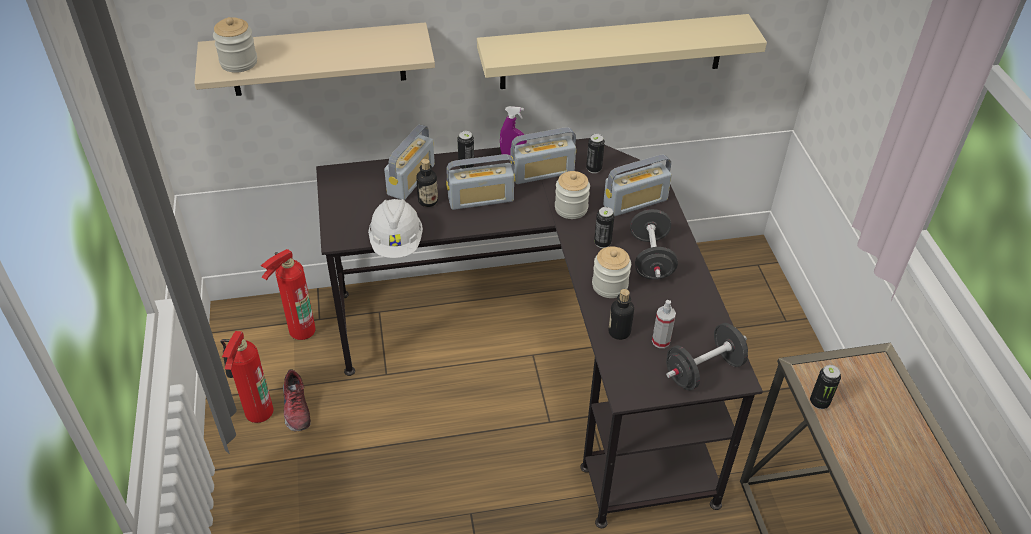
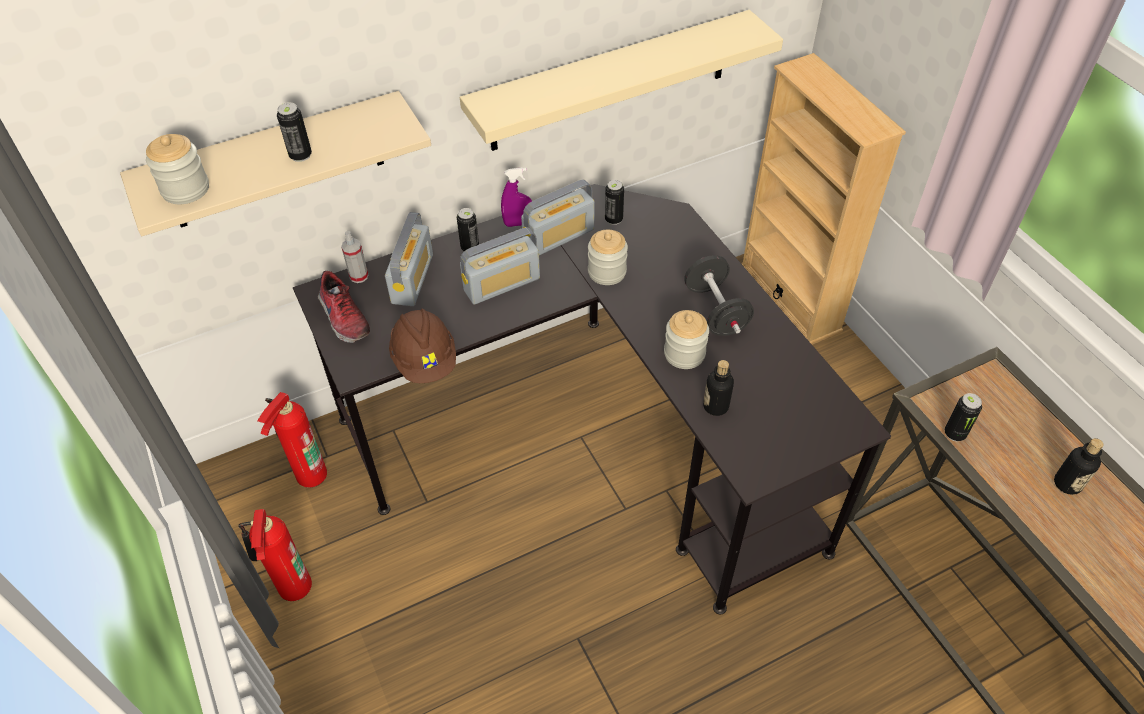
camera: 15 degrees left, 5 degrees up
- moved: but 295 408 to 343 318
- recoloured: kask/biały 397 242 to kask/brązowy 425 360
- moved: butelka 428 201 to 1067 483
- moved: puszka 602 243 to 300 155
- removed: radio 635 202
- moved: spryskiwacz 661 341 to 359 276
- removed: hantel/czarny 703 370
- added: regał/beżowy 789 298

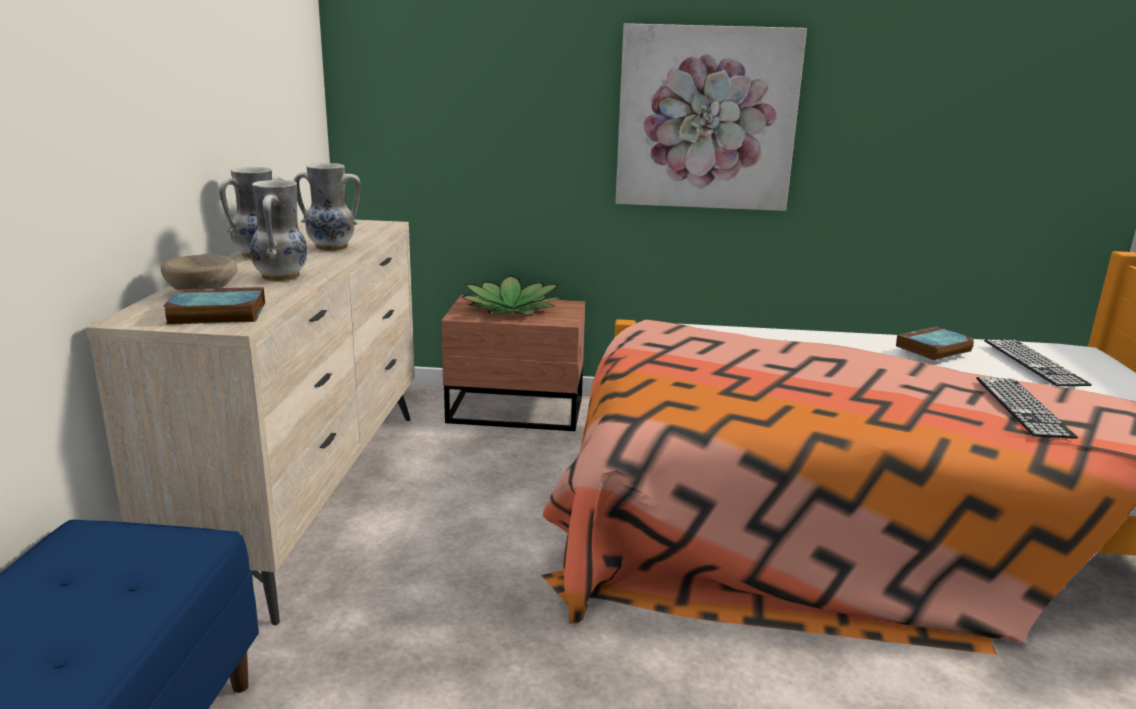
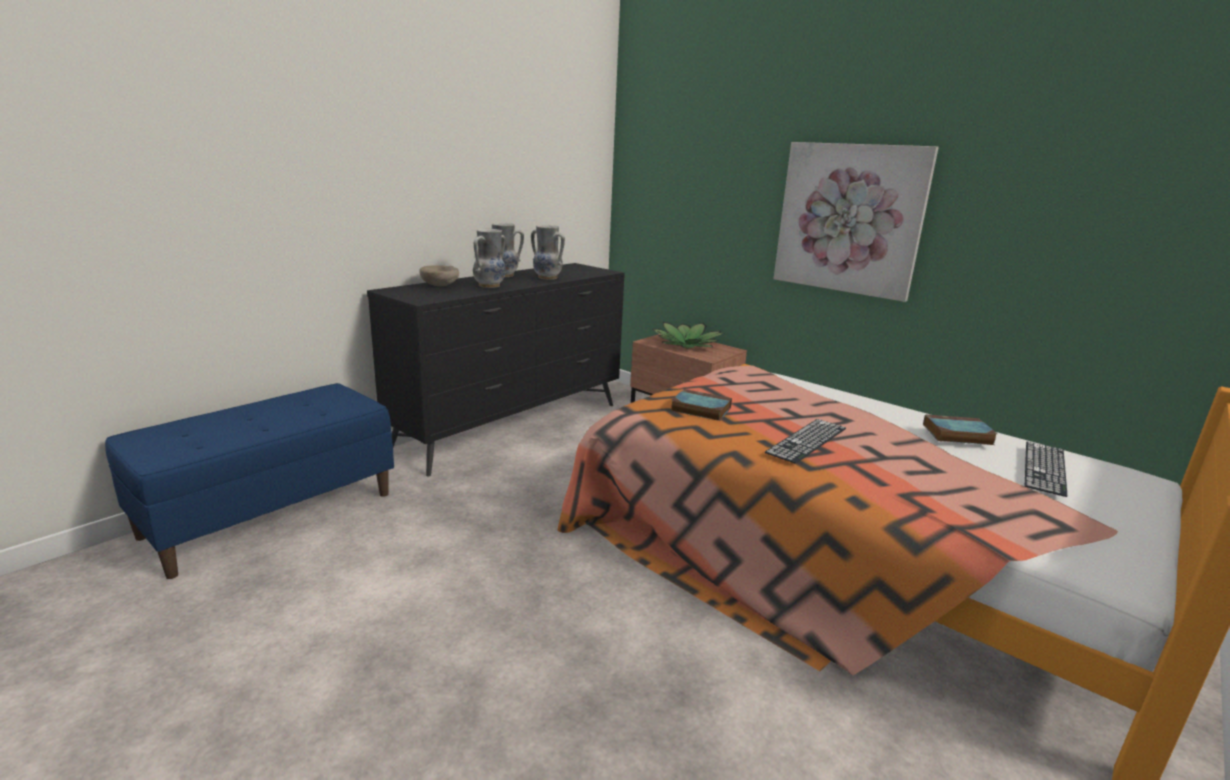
camera: 35 degrees right, 0 degrees up
- recoloured: komoda/beżowy 310 495 to komoda/czarny 513 426
- moved: książka 214 314 to 699 409
- moved: klawiatura 1022 406 to 807 440

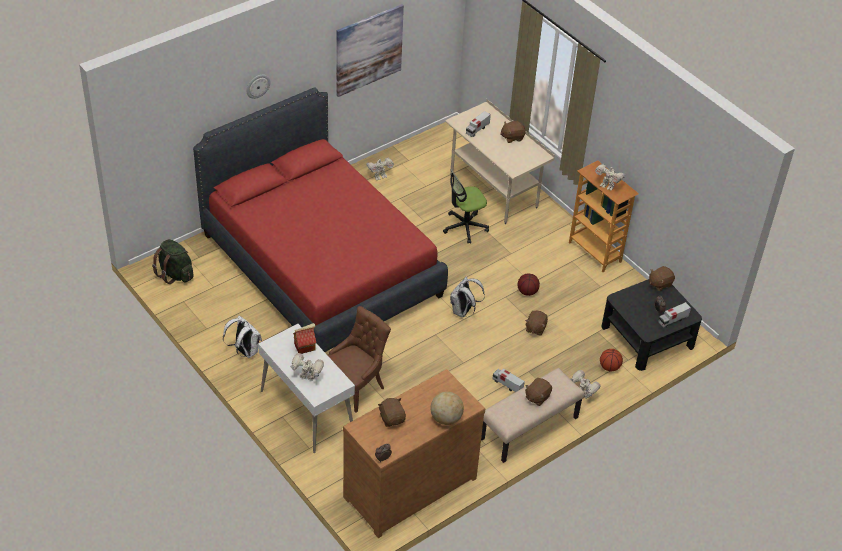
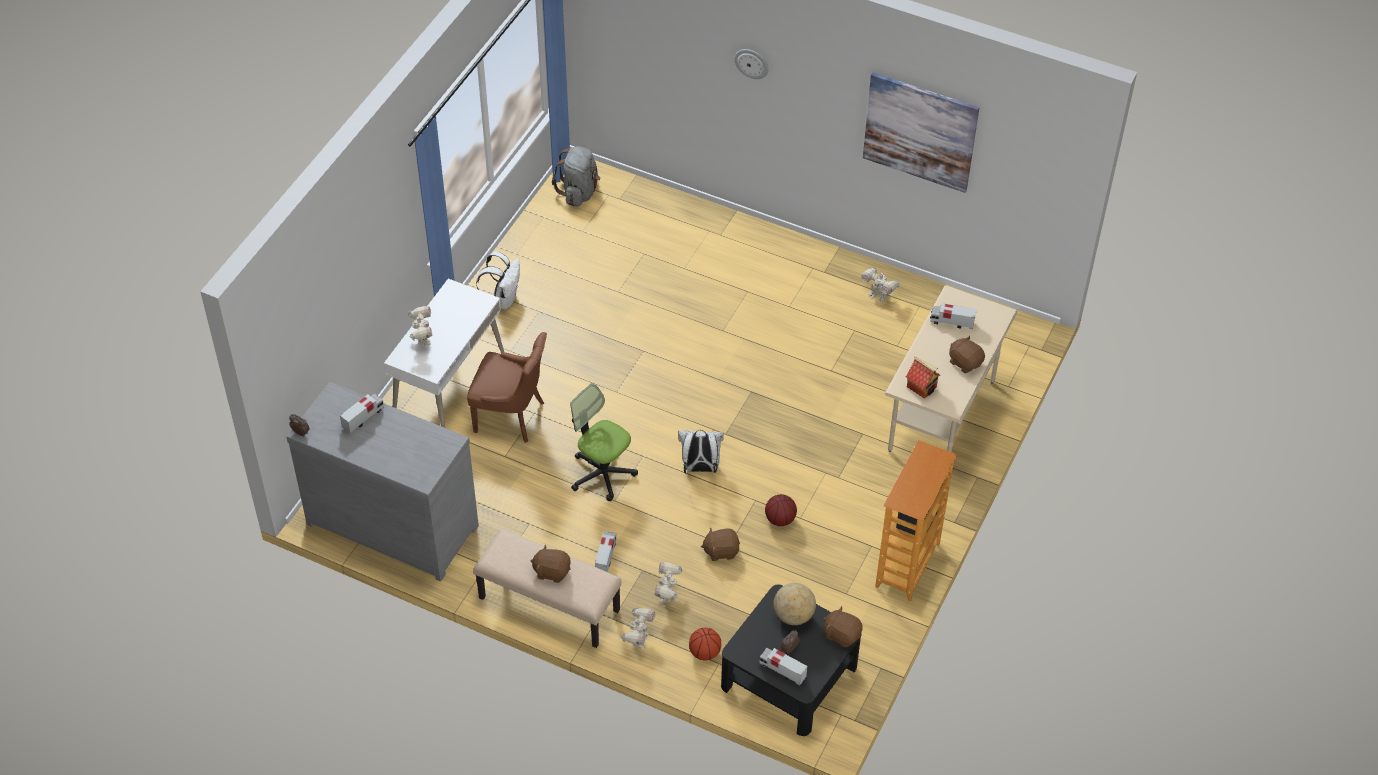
camera: 65 degrees right, 5 degrees up
- recoloured: plecak/zielony 175 274 to plecak/szary 579 192
- removed: łóżko/czerwony 321 265
- moved: domek 305 346 to 922 387
- recoloured: komoda/brązowy 408 486 to komoda/szary 393 522
- replaced: pluszak/brązowy 392 418 to ciężarówka zabawkowa 363 418
- moved: globus 446 418 to 793 615
- moved: krzesło biurowe 464 227 to 602 473
- moved: robot zabawkowy 607 186 to 667 595

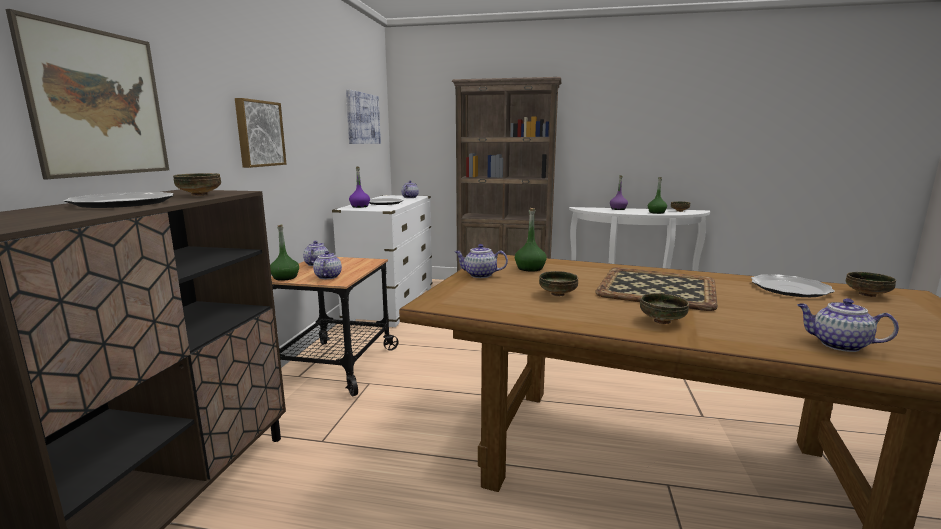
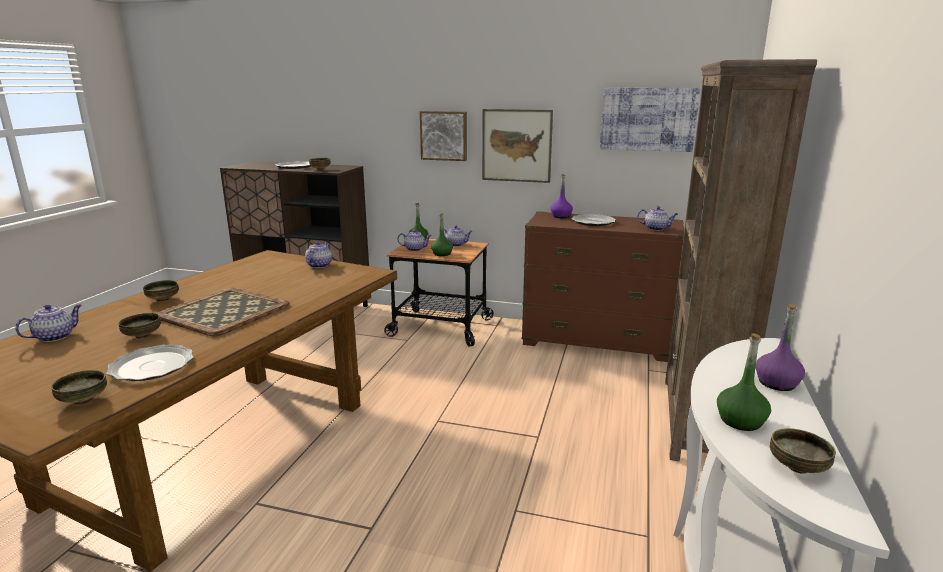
camera: 95 degrees right, 5 degrees up
- moved: obraz 99 103 to 516 145
- recoloured: komoda/biały 391 305 to komoda/brązowy 596 341
- moved: butelka/zielony 530 268 to 442 254
- moved: miska 558 294 to 142 336

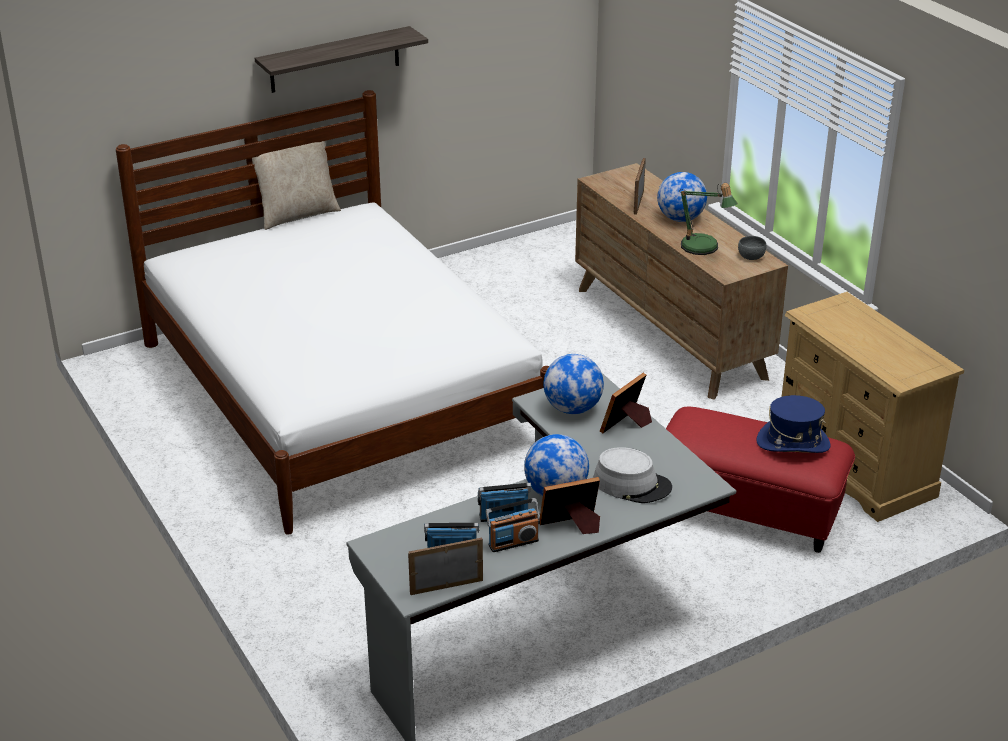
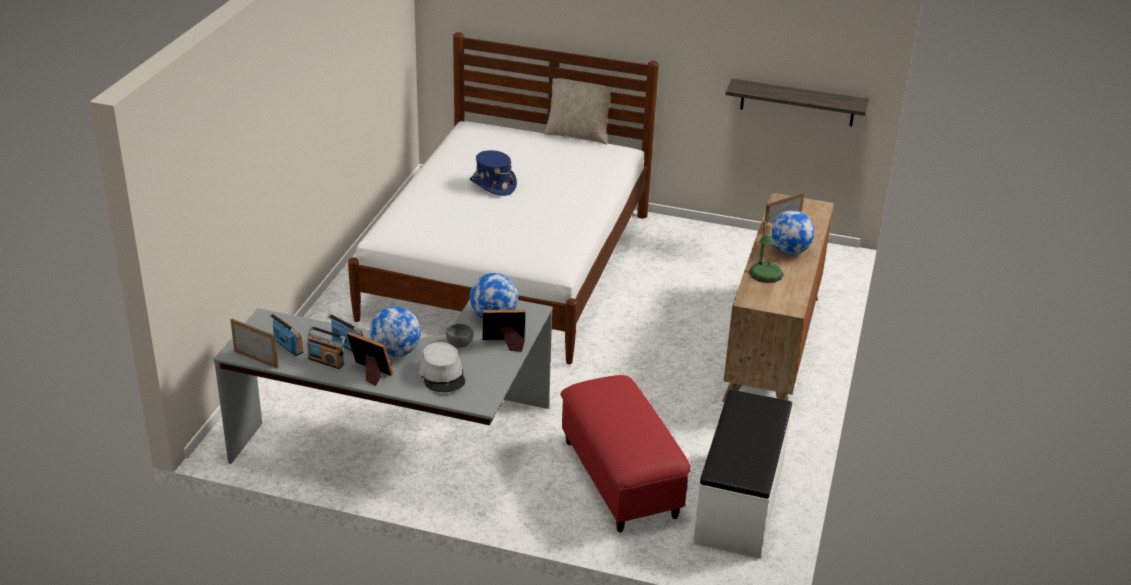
camera: 45 degrees right, 0 degrees up
- moved: półka 335 60 to 797 103
- moved: miska/szary 750 256 to 459 343
- moved: kapelusz/niebieski 793 443 to 492 185
- replaced: komoda/beżowy 853 466 to ławka/biały 741 502

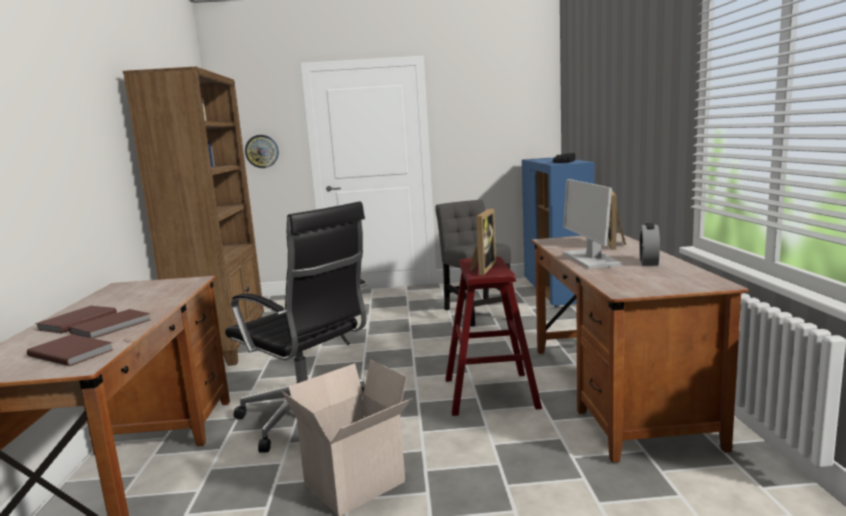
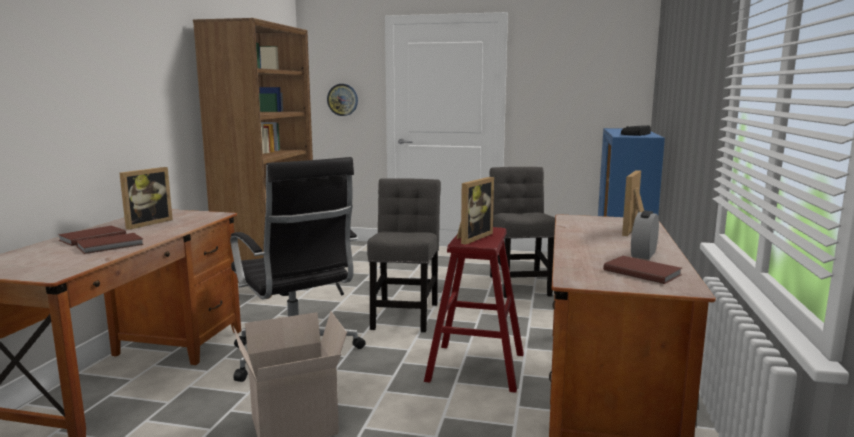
camera: 15 degrees right, 0 degrees up
- moved: książka/brązowy 72 352 to 641 272
- removed: monitor 590 259
- added: ramka na zdjęcie 146 223
- added: krzesło/szary 405 314

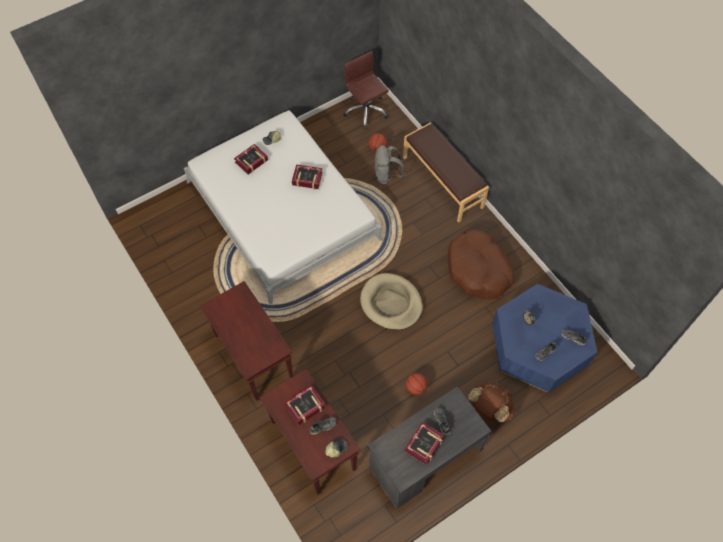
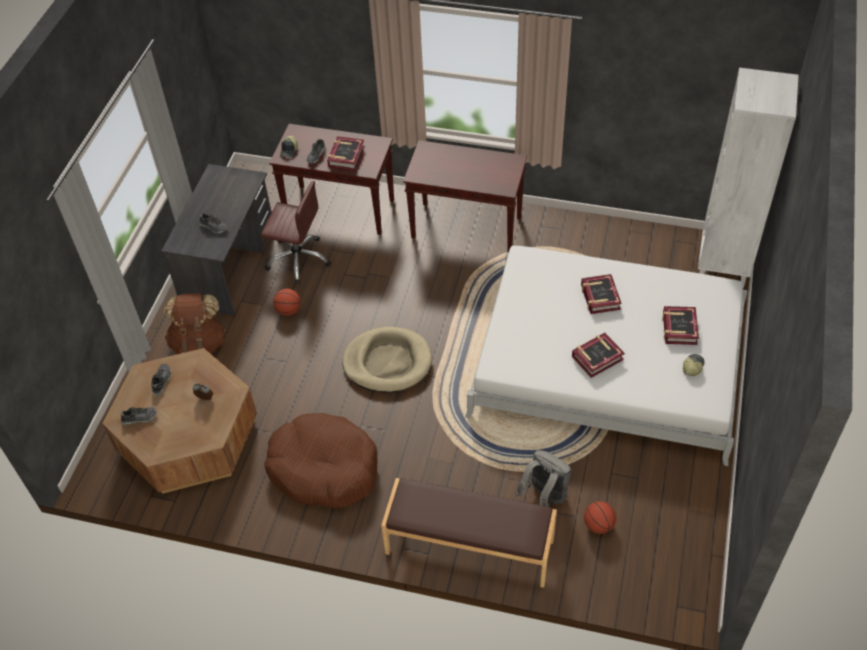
camera: 140 degrees right, 10 degrees down
- moved: krzesło biurowe/brązowy 365 111 to 298 259
- moved: książka 424 444 to 600 297
- recoloured: ława/niebieski 538 347 to ława/brązowy 188 437
- added: regał/biały 723 264

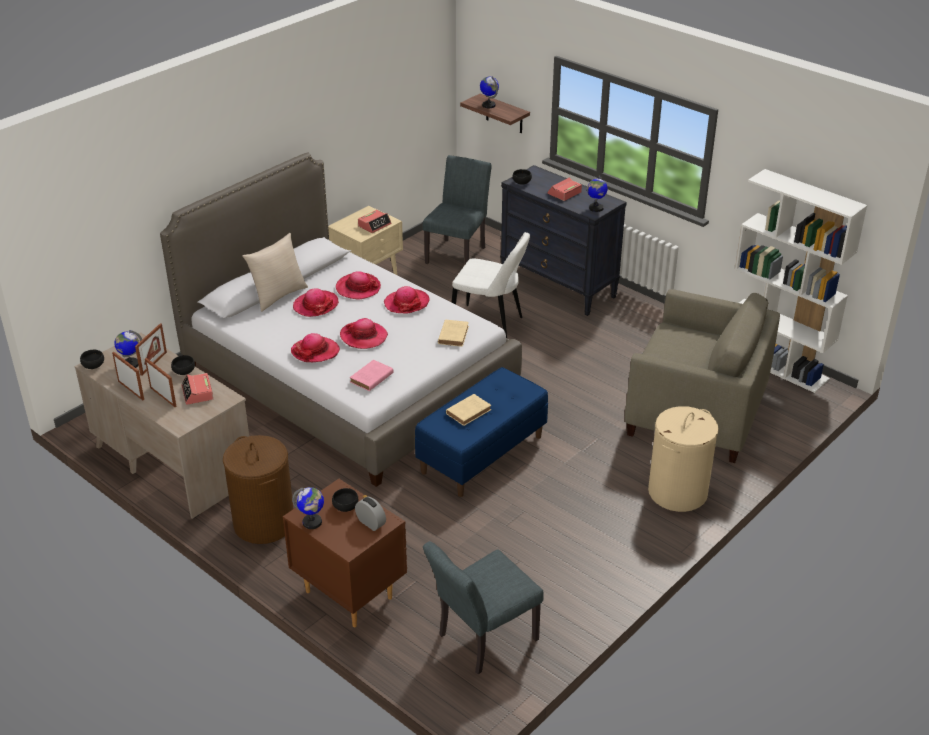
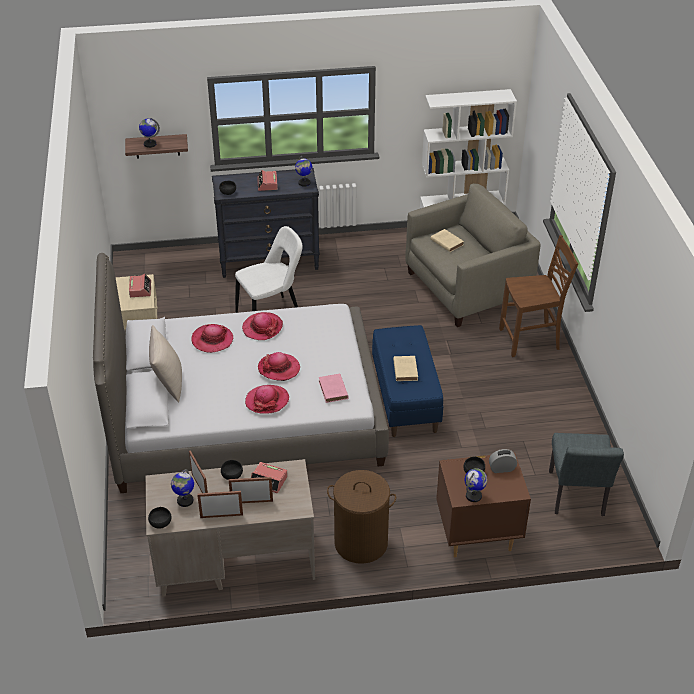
camera: 50 degrees left, 5 degrees up
- removed: kapelusz 315 305
- removed: krzesło/szary 458 253
- moved: książka/beżowy 453 334 to 446 242
- replaced: kosz na pranie/beżowy 678 492 to krzesło/brązowy 531 340

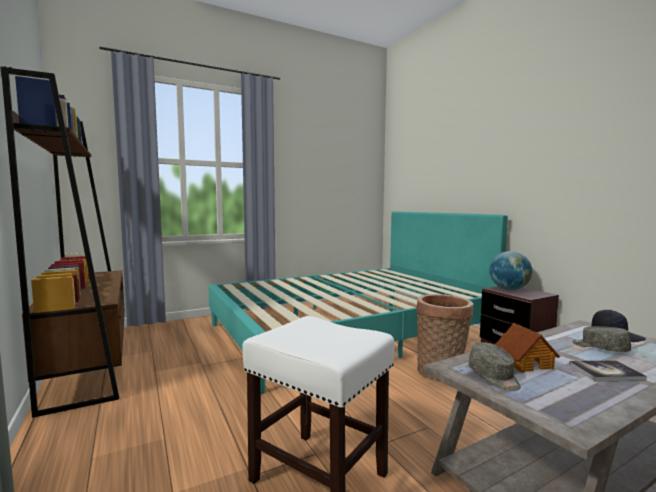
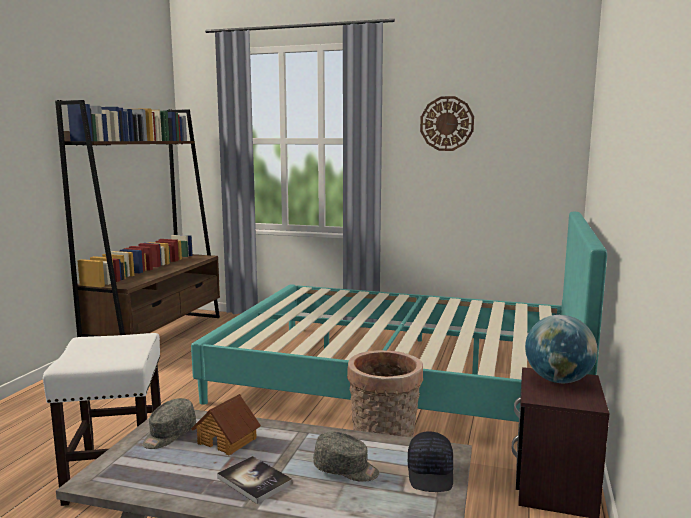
camera: 45 degrees right, 5 degrees up
- turned: czapka z daszkiem/szary 600 348 = 346 470 105 degrees clockwise
- added: zegar ścienny 446 123

